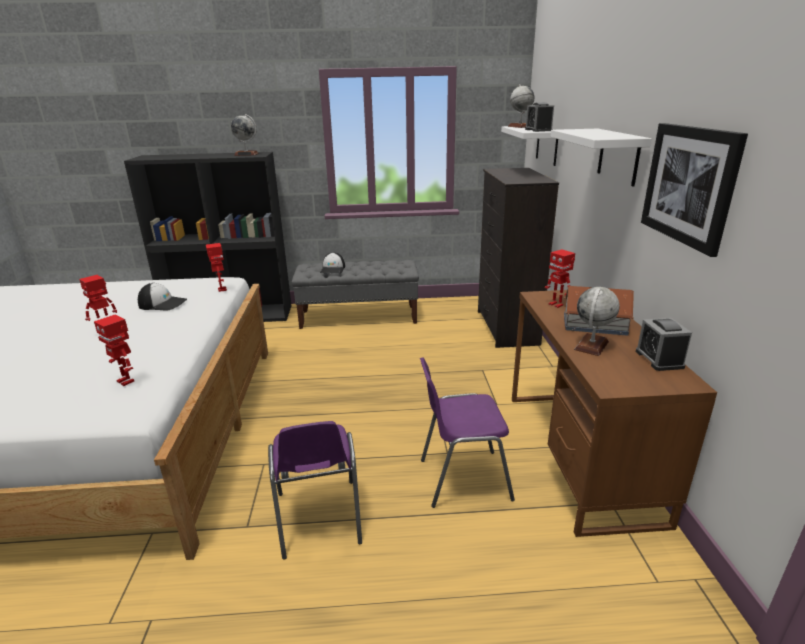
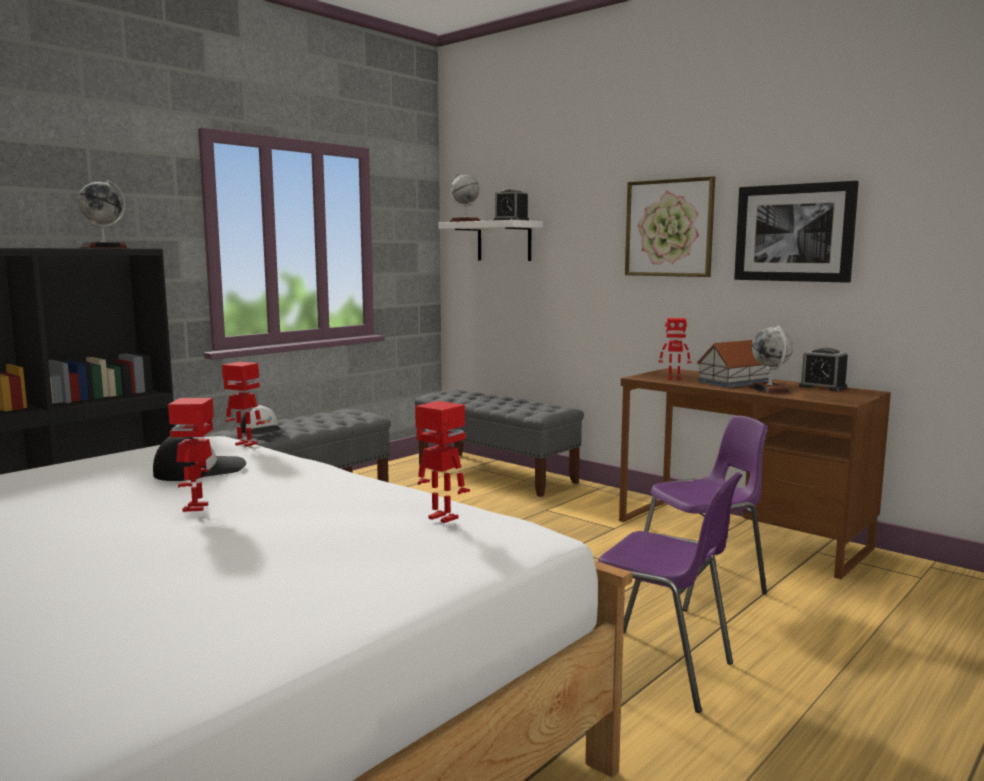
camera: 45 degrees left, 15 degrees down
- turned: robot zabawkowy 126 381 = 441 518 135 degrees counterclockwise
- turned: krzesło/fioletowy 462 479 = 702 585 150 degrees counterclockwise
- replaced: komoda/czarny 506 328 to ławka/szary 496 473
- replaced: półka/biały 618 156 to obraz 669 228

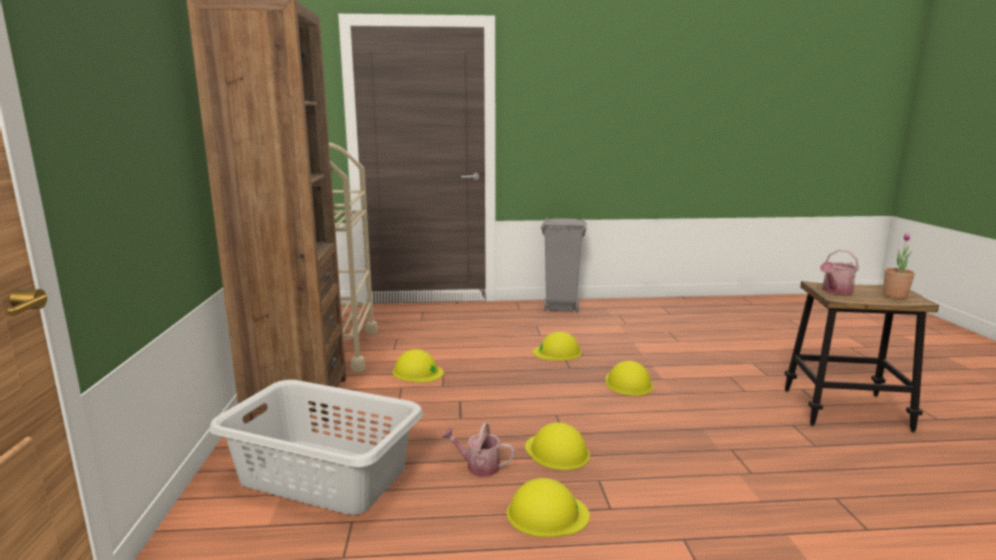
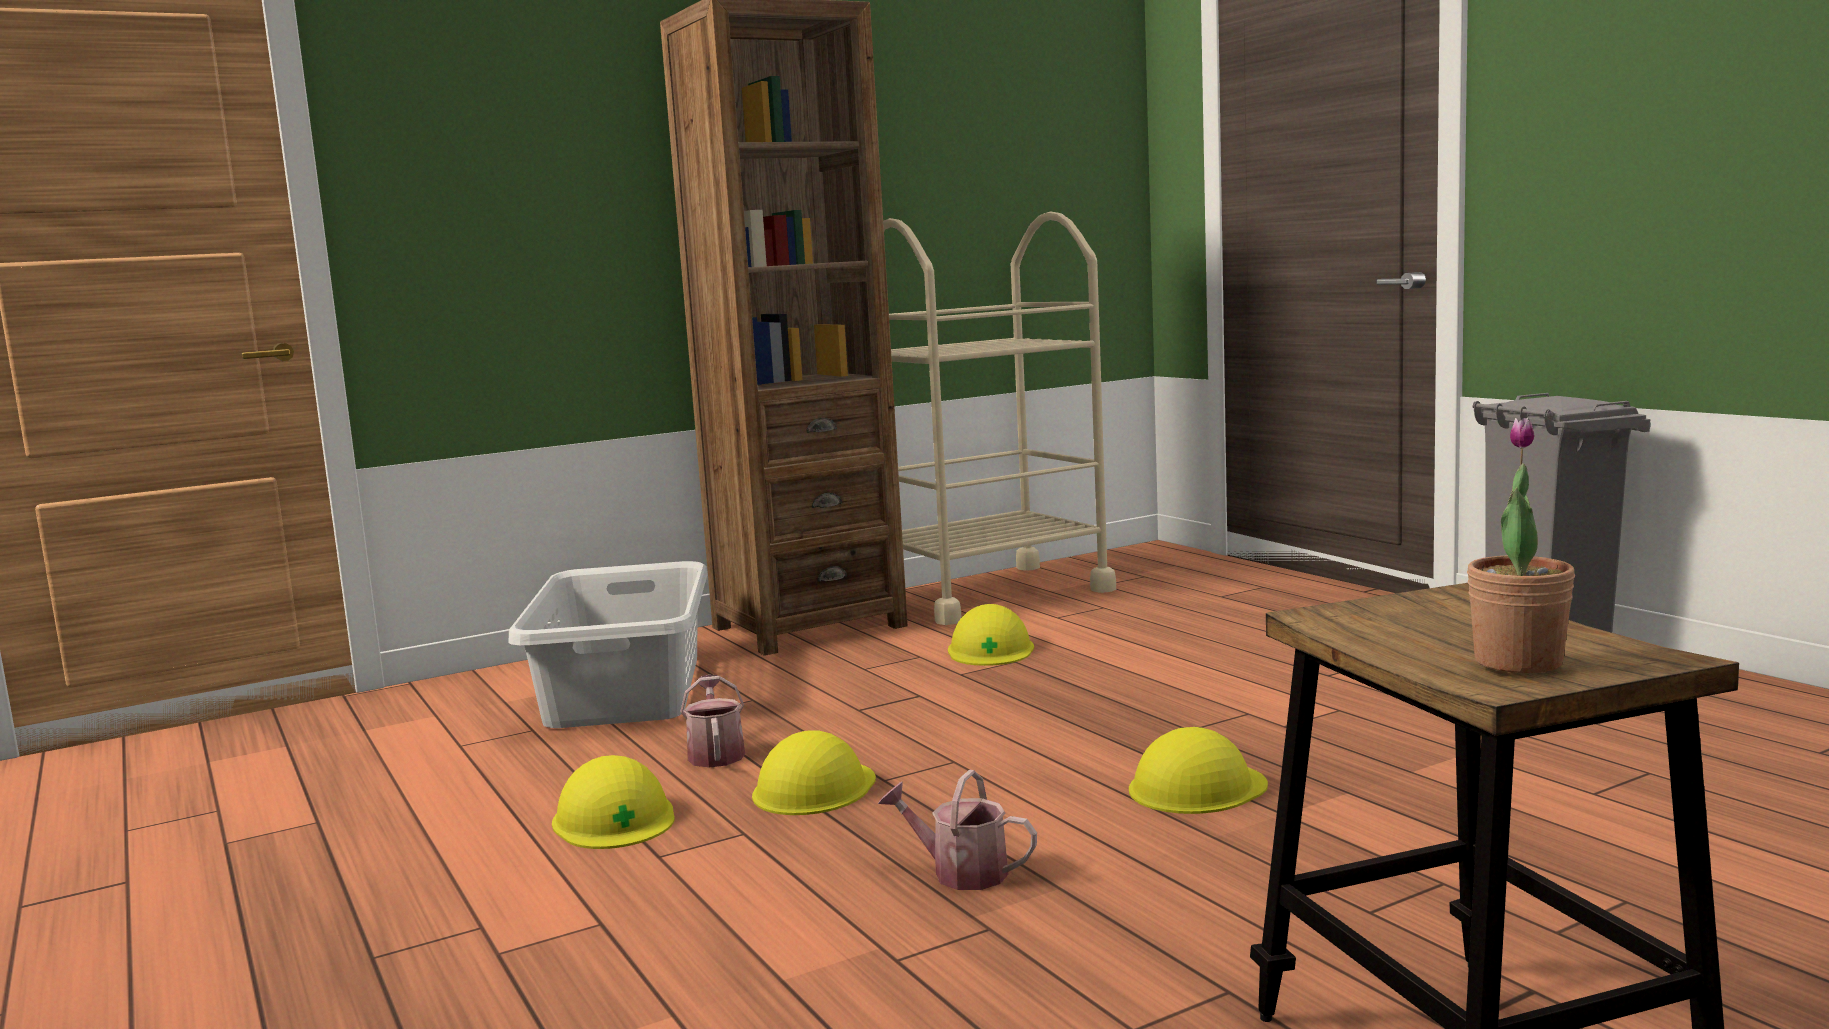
camera: 65 degrees right, 5 degrees down
- removed: kask/żółty 557 352
- moved: konewka 835 291 to 960 872

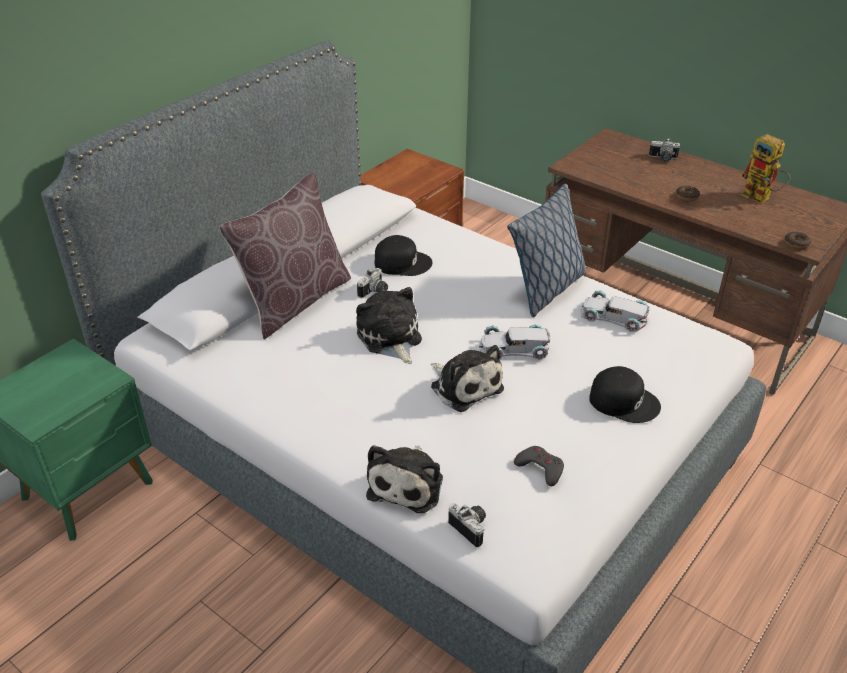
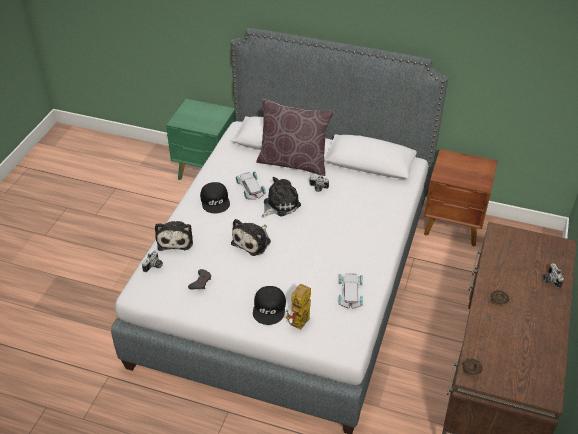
camera: 70 degrees right, 5 degrees up
- turned: pluszak 408 484 = 175 239 90 degrees counterclockwise
- moved: czapka z daszkiem/czarny 402 262 to 215 201
- moved: samochodzik/biały 513 347 to 251 187
- removed: poduszka 546 290
- moved: robot zabawkowy 761 198 to 299 326

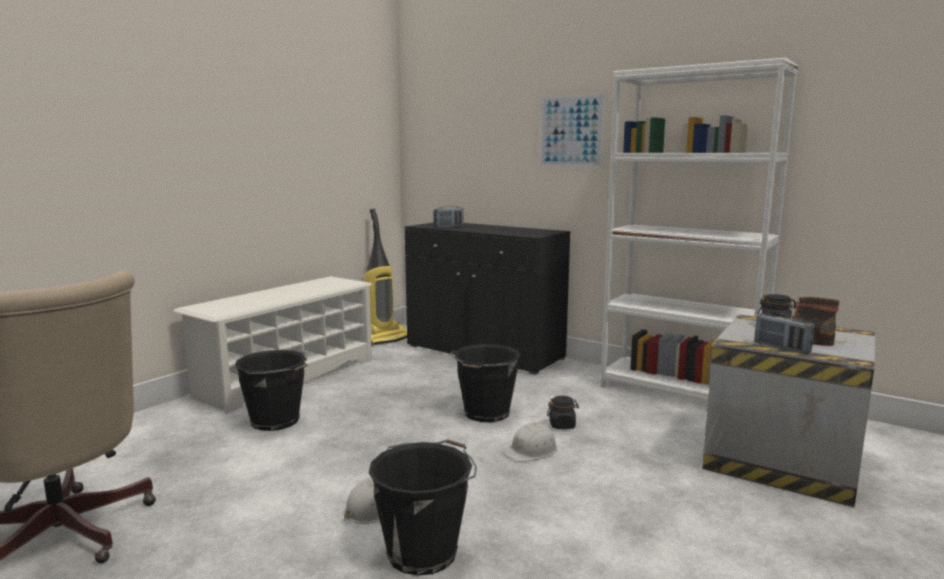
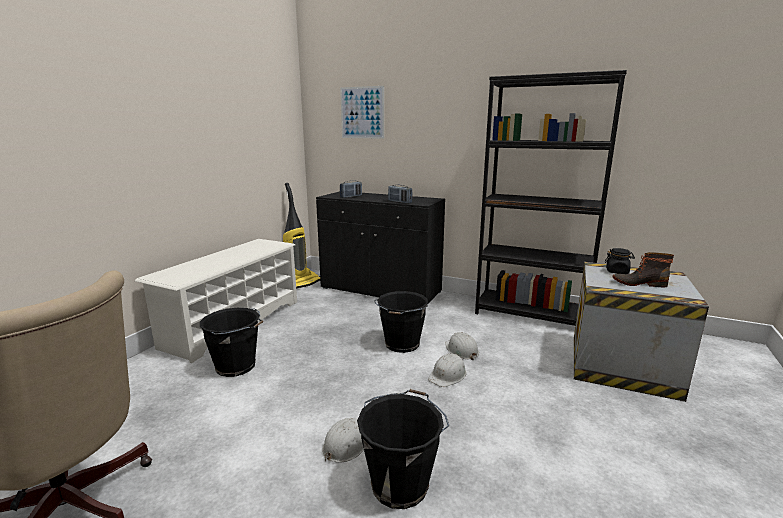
camera: 10 degrees left, 5 degrees up
- moved: obraz 571 131 to 362 112
- replaced: słoik/czarny 562 425 to kask/biały 461 350
- recoloured: regał/biały 679 393 to regał/czarny 531 315
- moved: radio 781 348 to 399 202

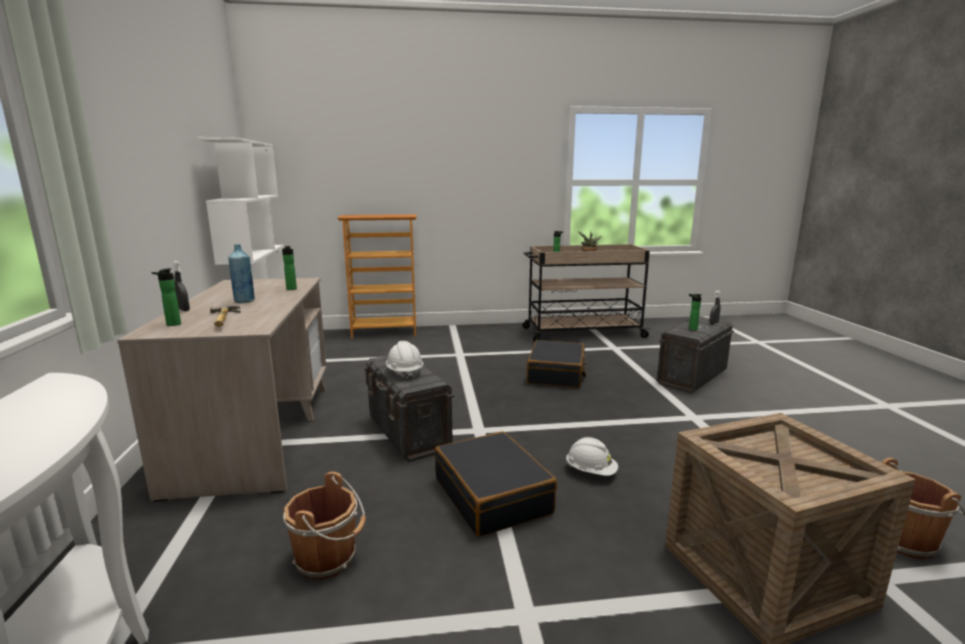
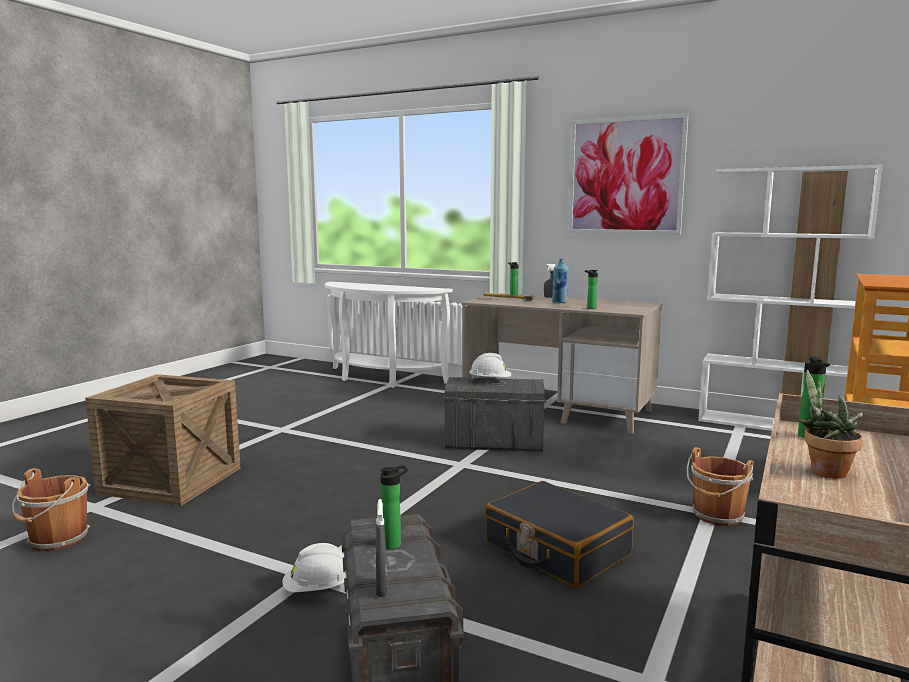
camera: 125 degrees right, 5 degrees down
- moved: wiadro/brązowy 329 559 to 717 516
- removed: walizka/czarny 493 496
- moved: kask/biały 591 472 to 318 589
- added: obraz 625 176

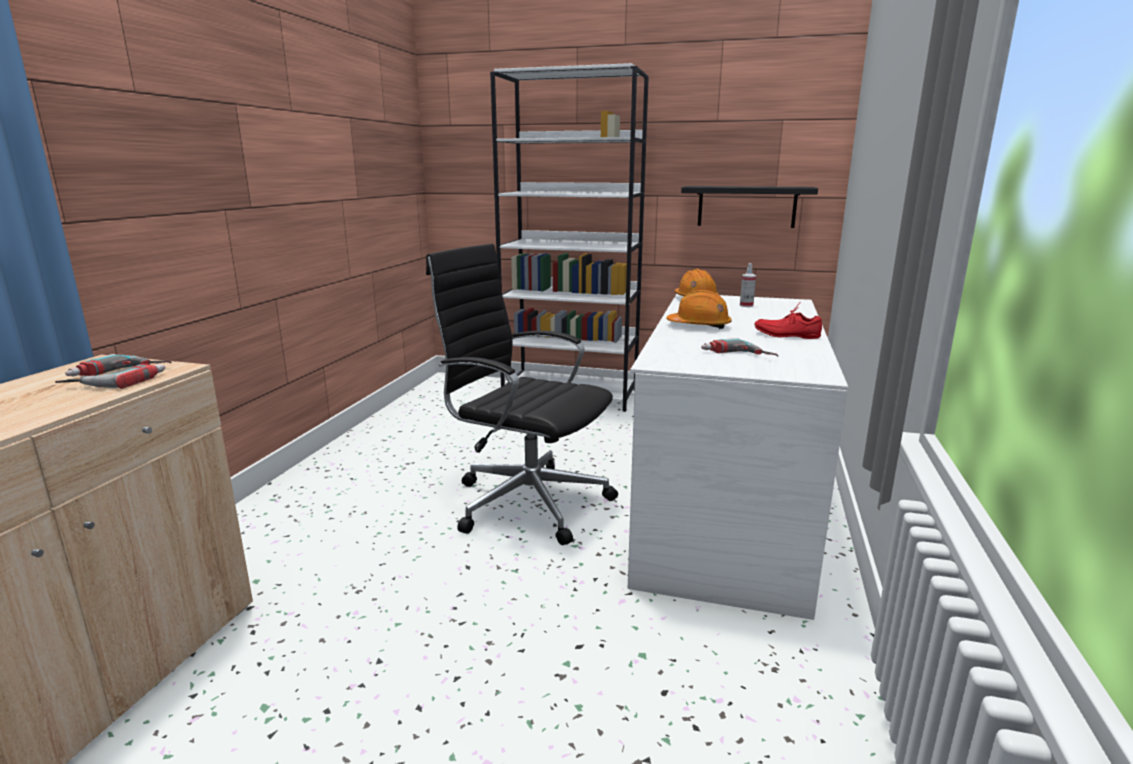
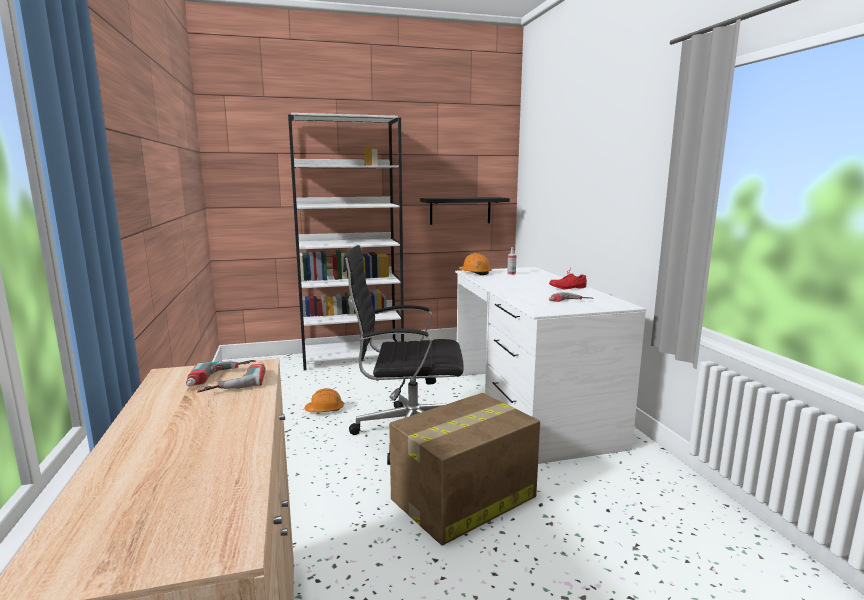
camera: 30 degrees left, 5 degrees down
- moved: kask/pomarańczowy 699 326 to 325 409
- added: karton 462 499

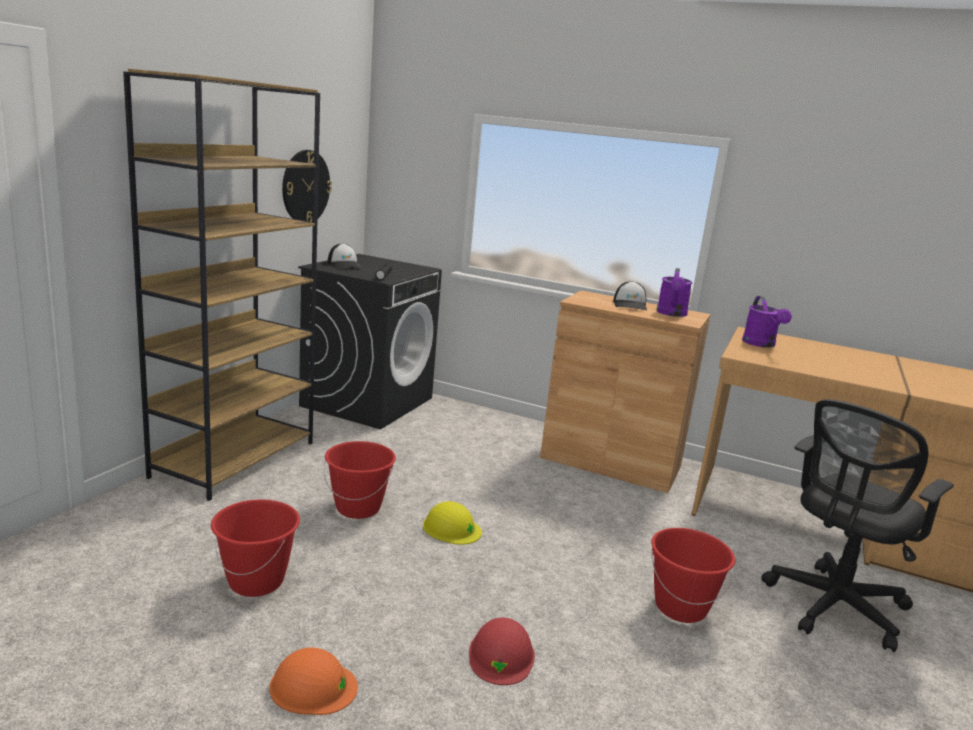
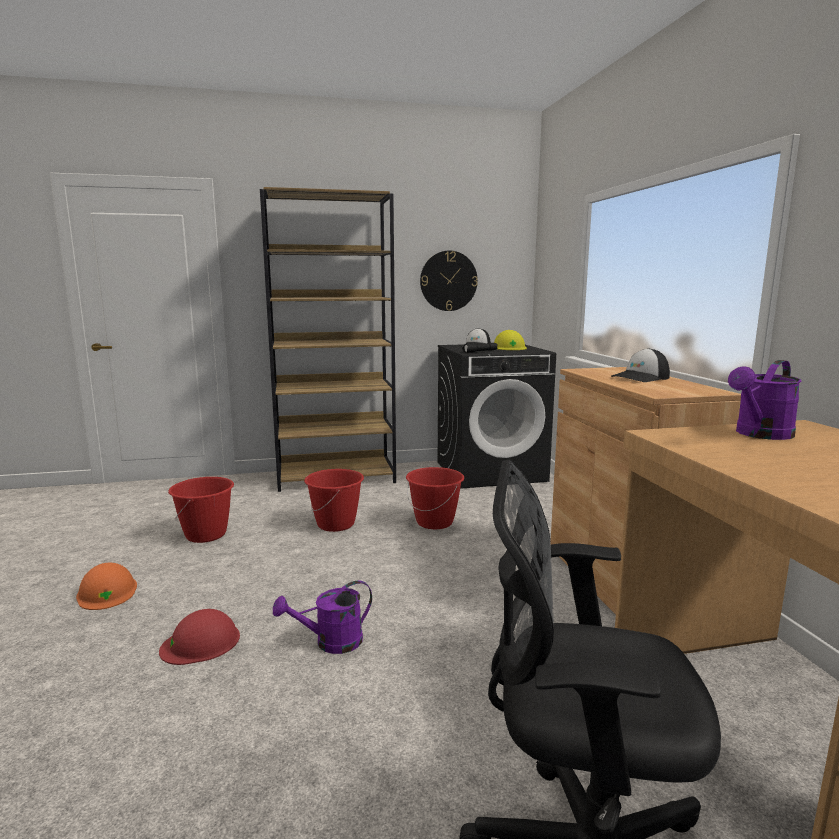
camera: 55 degrees right, 5 degrees down
- moved: kask/żółty 451 528 to 509 347
- moved: wiadro/czerwony 680 607 to 435 522
- moved: konewka/fioletowy 672 314 to 331 643

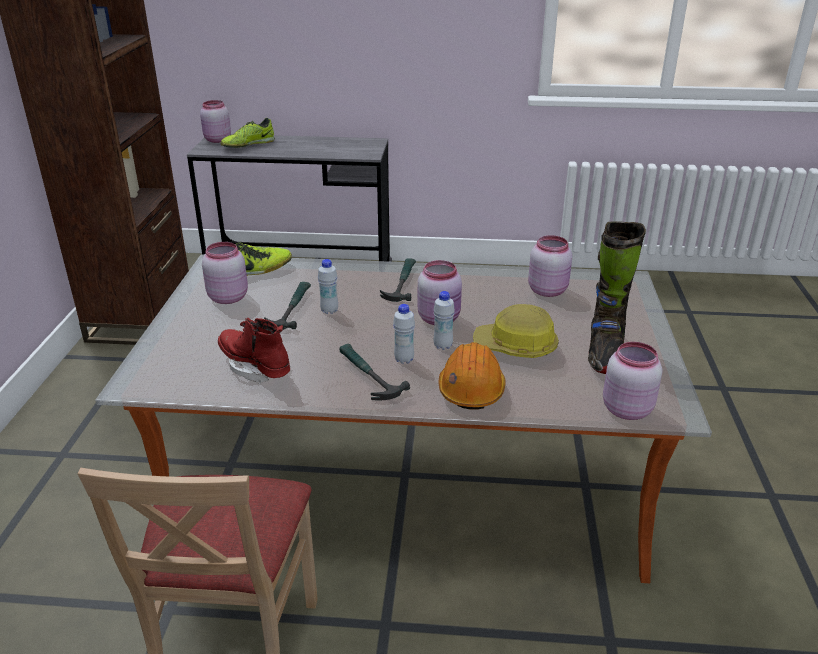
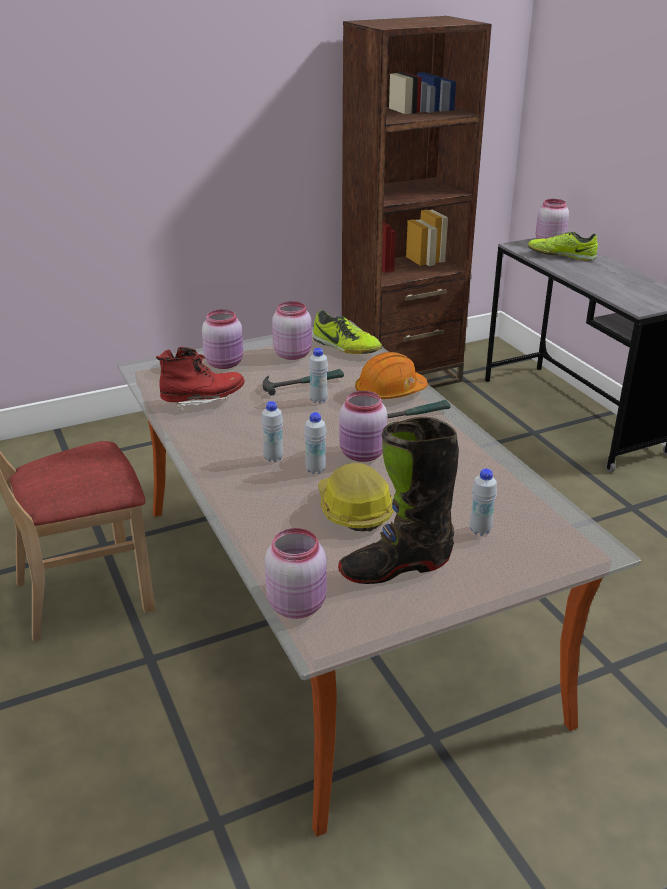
camera: 60 degrees right, 0 degrees up
- turned: but z cholewką/czerwony 255 367 = 203 400 60 degrees clockwise
- removed: młotek 367 376
- moved: kask/pomarańczowy 471 389 to 390 392
- moved: słoik/różowy 547 290 to 225 363
- added: butelka/biały 480 530

